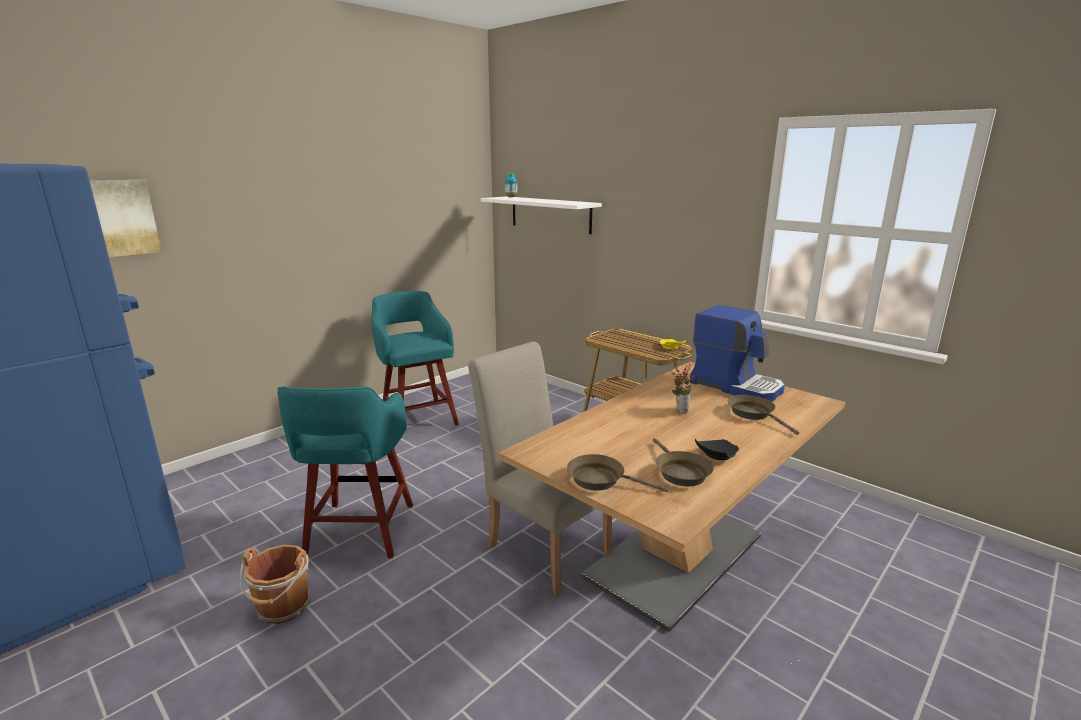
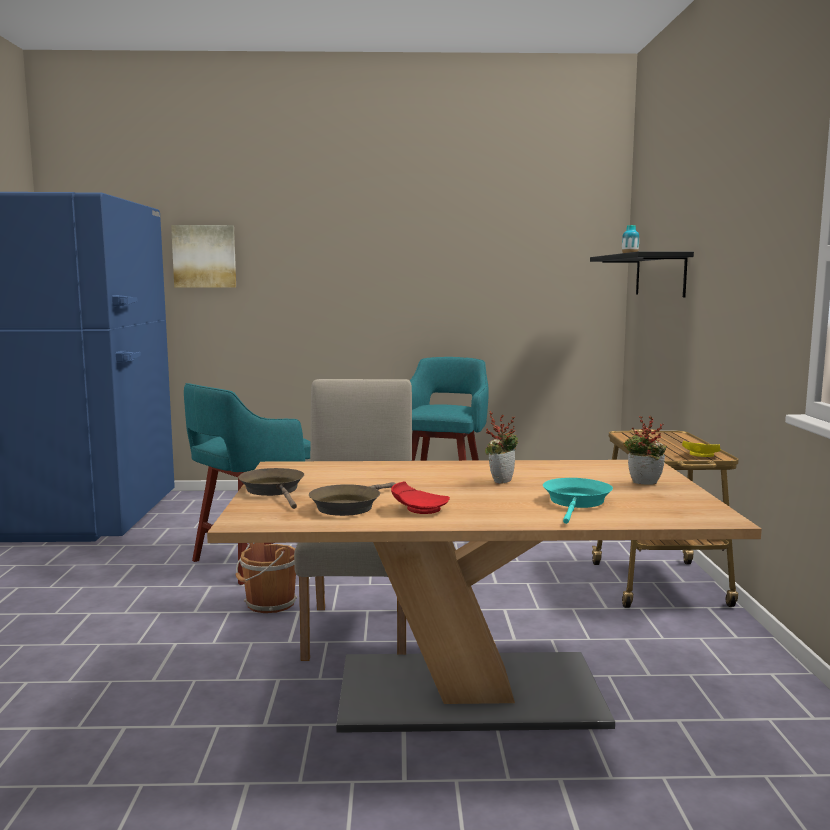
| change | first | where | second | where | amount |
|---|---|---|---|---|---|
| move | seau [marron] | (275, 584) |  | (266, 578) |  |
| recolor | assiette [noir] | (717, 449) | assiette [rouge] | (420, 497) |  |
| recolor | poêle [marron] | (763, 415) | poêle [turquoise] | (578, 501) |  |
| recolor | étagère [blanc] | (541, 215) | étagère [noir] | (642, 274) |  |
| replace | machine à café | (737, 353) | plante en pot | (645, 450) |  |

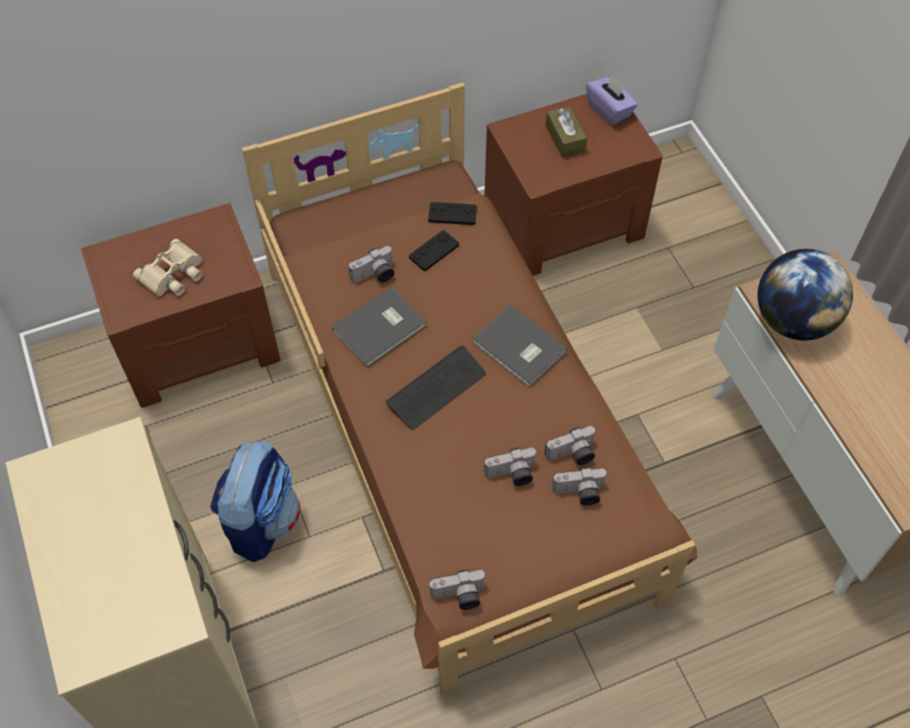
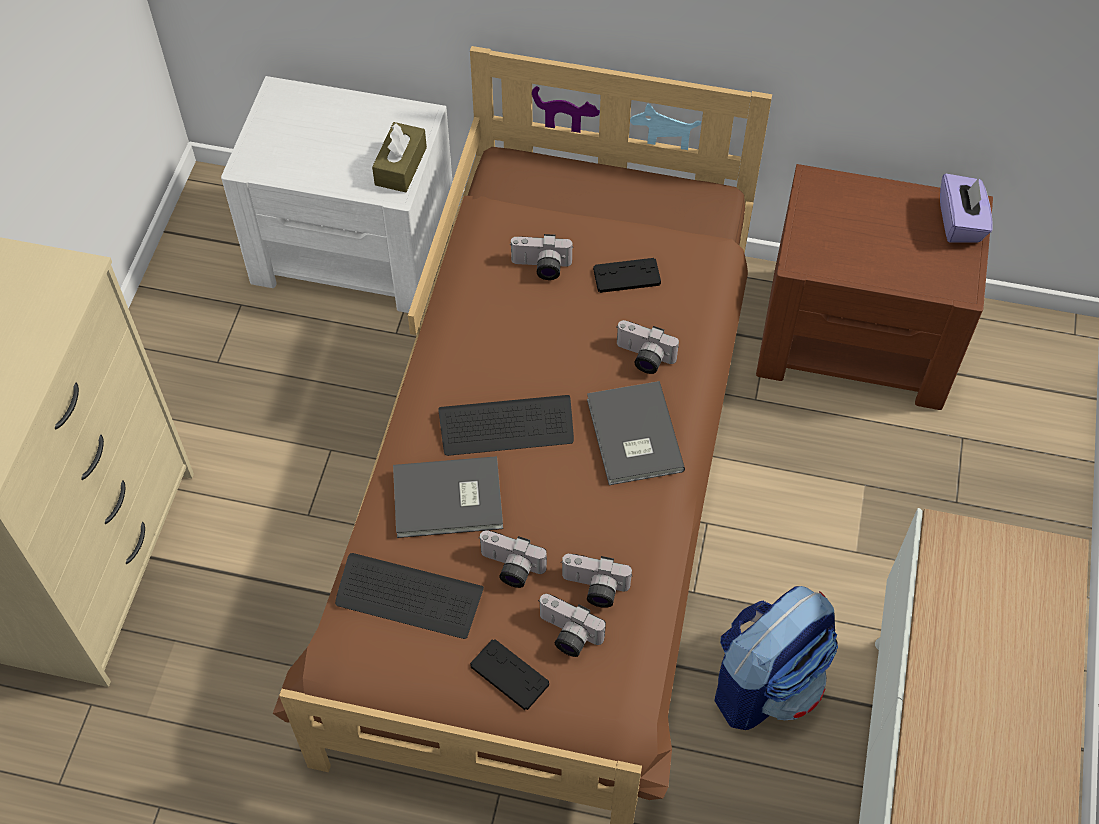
| change | first | where | second | where | amount |
|---|---|---|---|---|---|
| recolor | table de chevet [marron] | (181, 305) | table de chevet [blanc] | (336, 194) |  |
| insert |  |  | clavier | (409, 596) |  |
| move | boîte à mouchoirs [marron] | (566, 132) |  | (399, 157) |  |
| move | livre [gris] | (379, 327) |  | (448, 497) |  |
| move | manette [noir] | (452, 213) |  | (509, 674) |  |
| move | appareil photo | (457, 589) |  | (648, 347) |  |
| move | sac à dos | (255, 501) |  | (776, 658) |  |
| delete | jumelles [beige] | (168, 268) |  |  |  |
| delete | globe | (805, 294) |  |  |  |

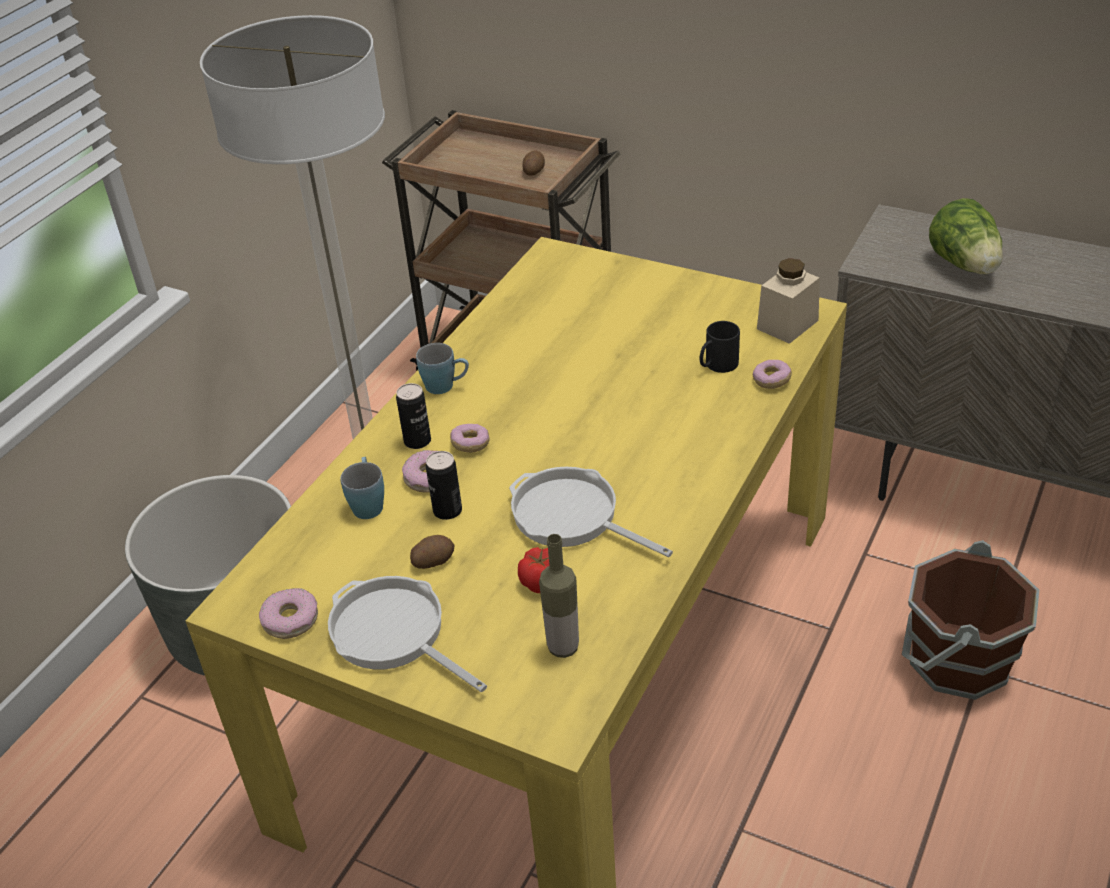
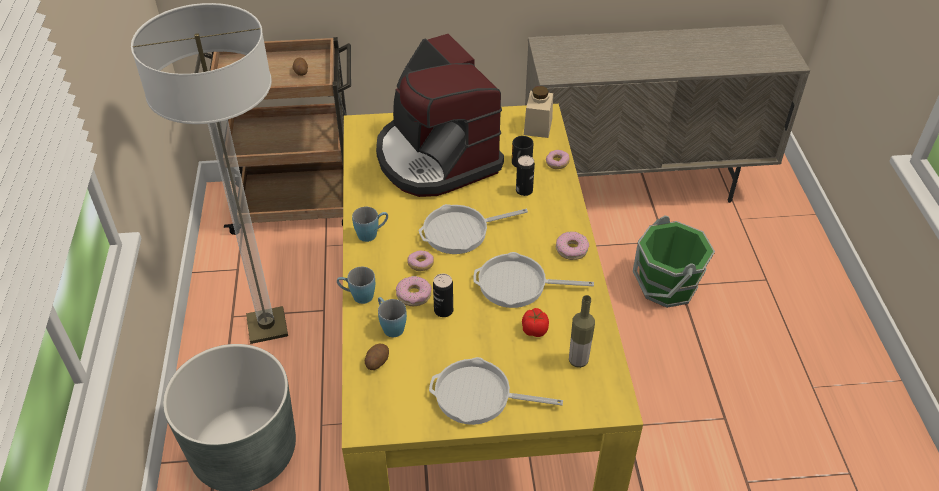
| change | first | where | second | where | amount |
|---|---|---|---|---|---|
| insert |  |  | mug [bleu] | (356, 285) |  |
| move | pomme de terre | (432, 552) |  | (377, 357) |  |
| insert |  |  | machine à café | (440, 115) |  |
| insert |  |  | poêle | (473, 229) |  |
| move | boîte métallique | (413, 416) |  | (525, 175) |  |
| move | beignet | (288, 613) |  | (572, 245) |  |
| recolor | seau [marron] | (970, 620) | seau [vert] | (674, 261) |  |
| delete | laitue | (966, 236) |  |  |  |

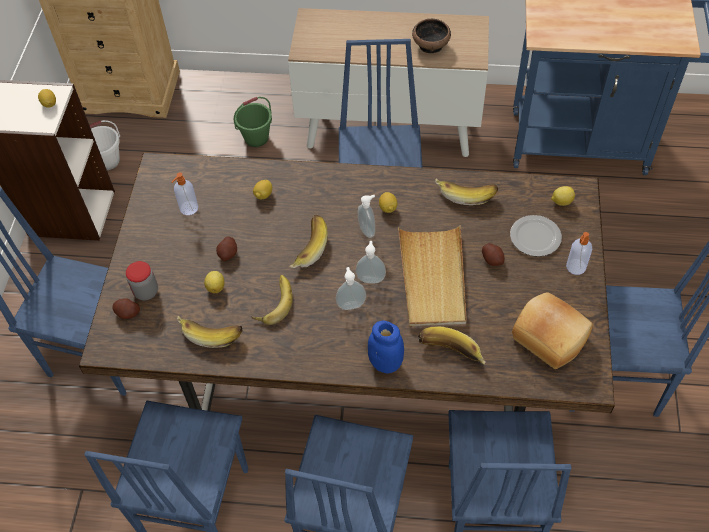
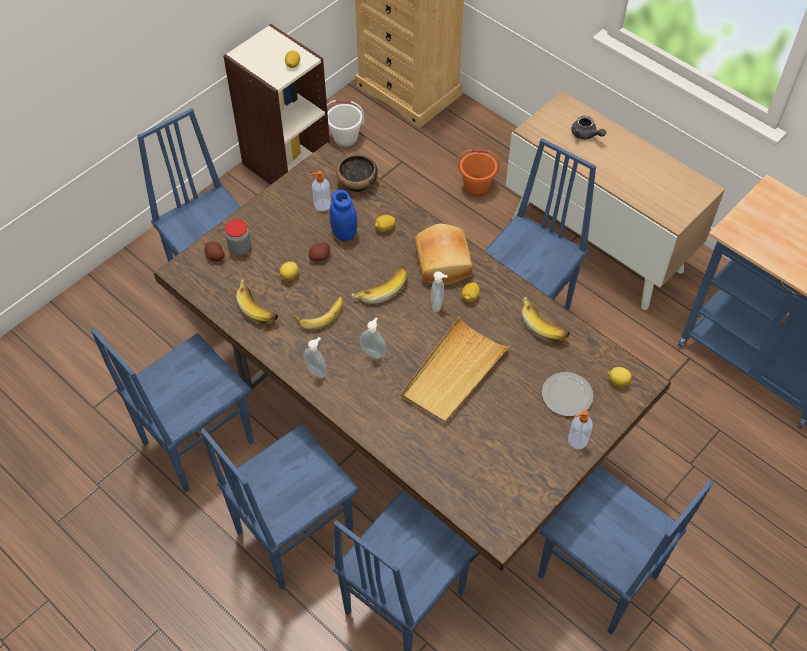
| change | first | where | second | where | amount |
|---|---|---|---|---|---|
| move | distributeur de savon | (371, 262) |  | (315, 357) |  |
| move | bocal [bleu] | (386, 347) |  | (343, 215) |  |
| move | bol | (431, 36) |  | (357, 173) |  |
| move | pain | (552, 330) |  | (443, 254) |  |
| recolor | seau [vert] | (253, 122) | seau [orange] | (479, 172) |  |
| insert |  |  | théière [gris] | (588, 128) |  |
| delete | banane | (452, 345) |  |  |  |
| delete | pomme de terre | (493, 254) |  |  |  |

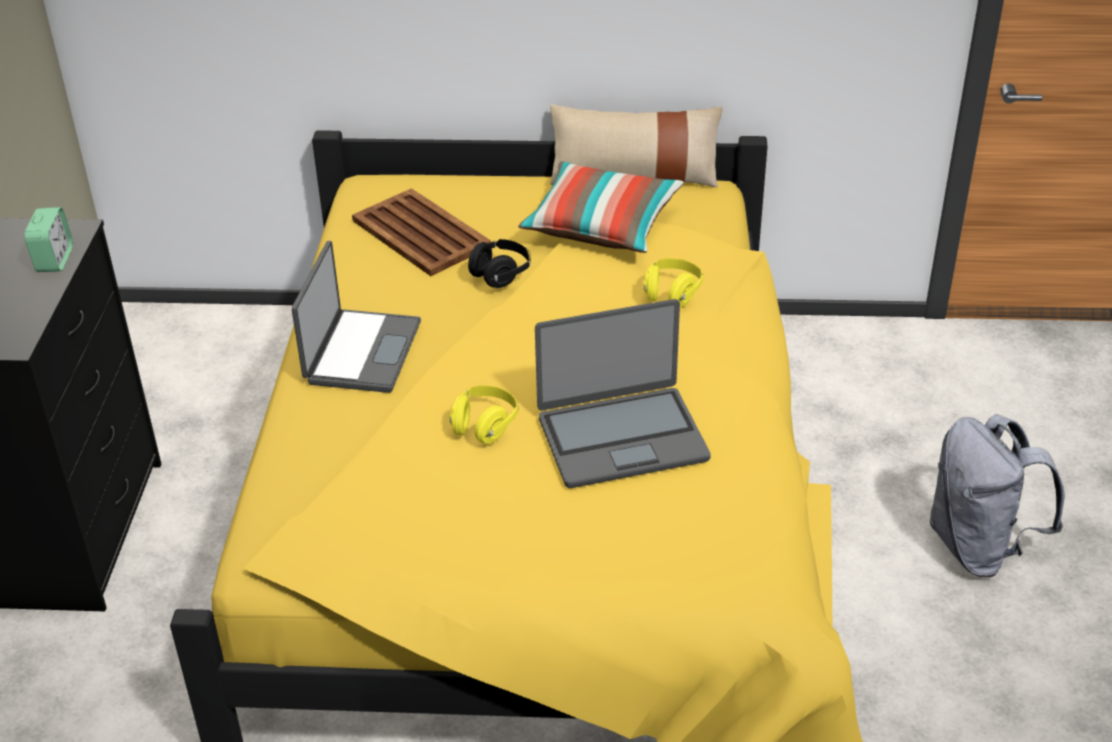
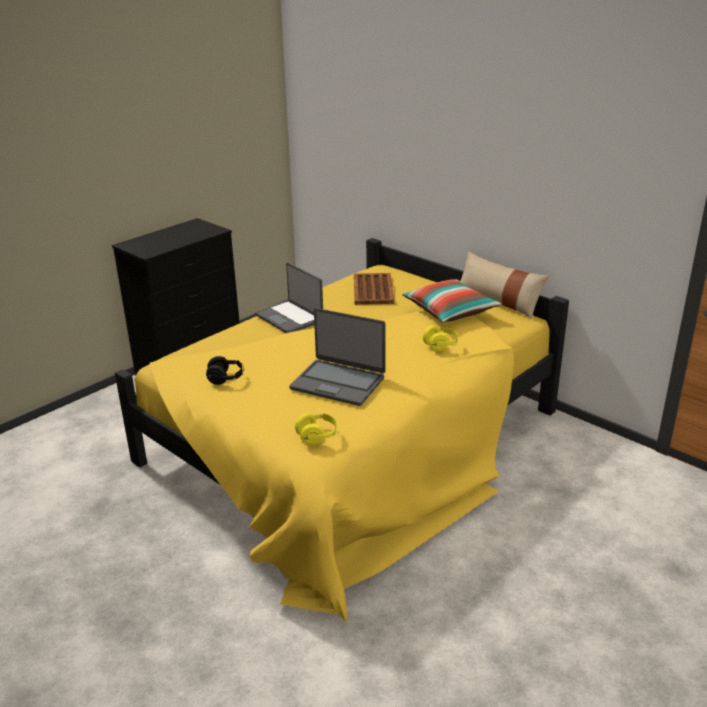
| change | first | where | second | where | amount |
|---|---|---|---|---|---|
| move | casque audio [noir] | (499, 263) |  | (225, 370) |  |
| rotate | ordinateur portable | (356, 317) |  | (289, 298) | 90 degrees clockwise |
| move | casque audio [jaune] | (484, 415) |  | (316, 429) |  |
| delete | réveil | (48, 239) |  |  |  |
| delete | sac à dos [gris] | (997, 495) |  |  |  |

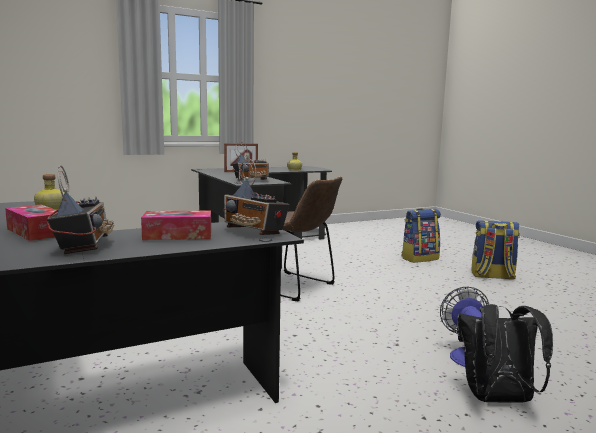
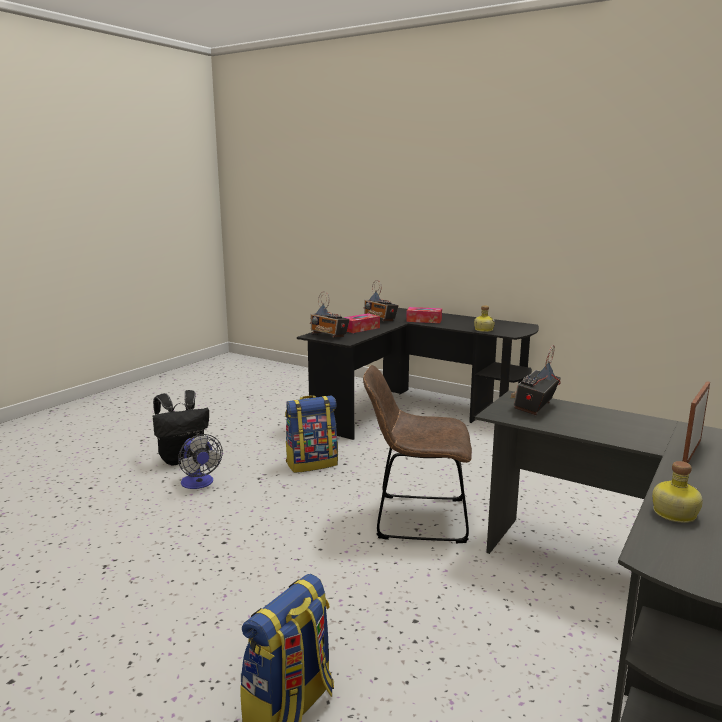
| change | first | where | second | where | amount |
|---|---|---|---|---|---|
| move | sac à dos | (495, 249) |  | (311, 434) |  |
| rotate | radio | (256, 197) |  | (330, 314) | 150 degrees counterclockwise |

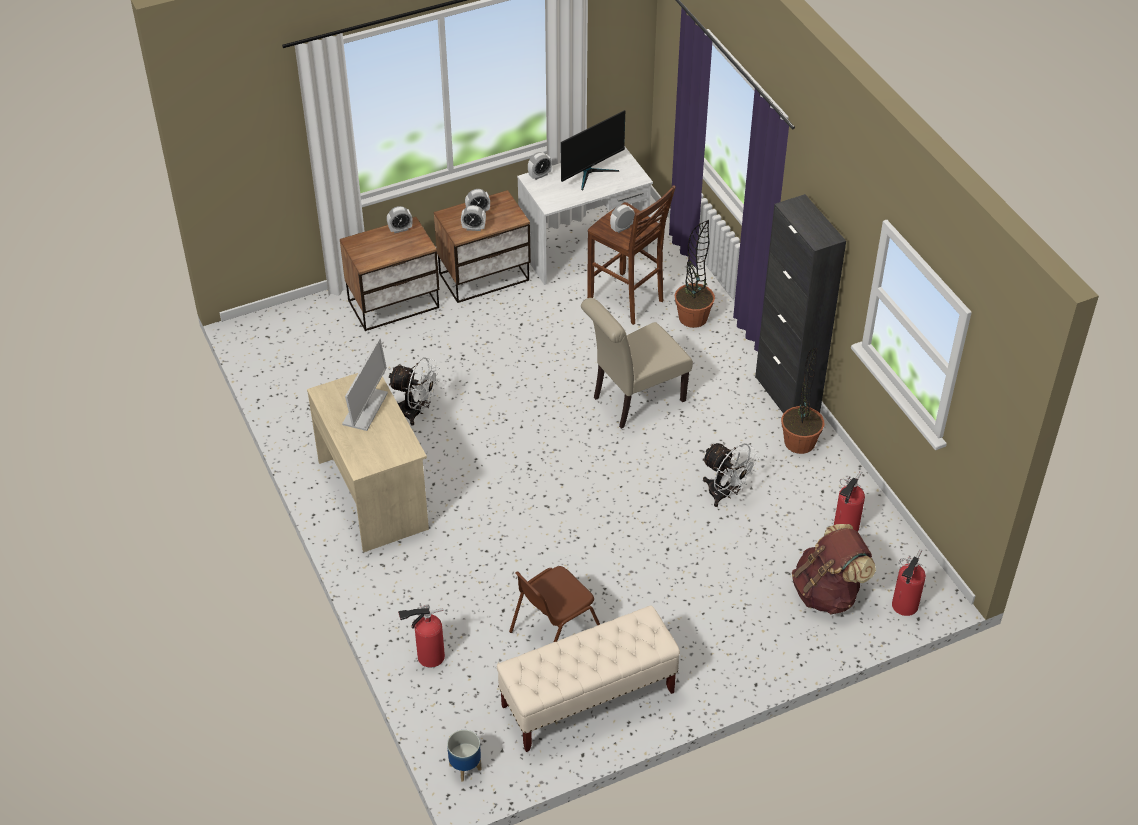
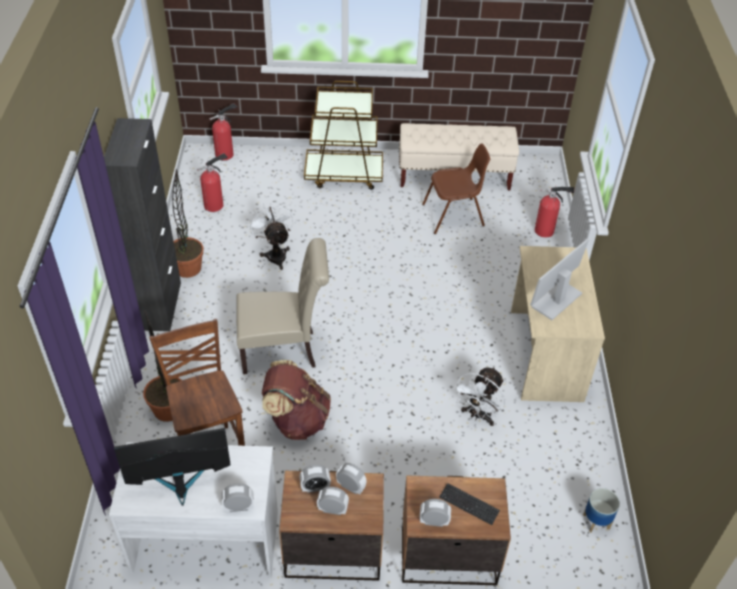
| change | first | where | second | where | amount |
|---|---|---|---|---|---|
| move | sac à dos [marron] | (834, 569) |  | (296, 400) |  |
| move | réveil | (622, 218) |  | (315, 479) |  |
| insert |  |  | chariot [marron] | (343, 135) |  |
| insert |  |  | clavier | (469, 504) |  |
| rotate | ventilateur [blanc] | (414, 391) |  | (478, 396) | 105 degrees counterclockwise |
| move | cache-pot | (464, 756) |  | (601, 510) |  |

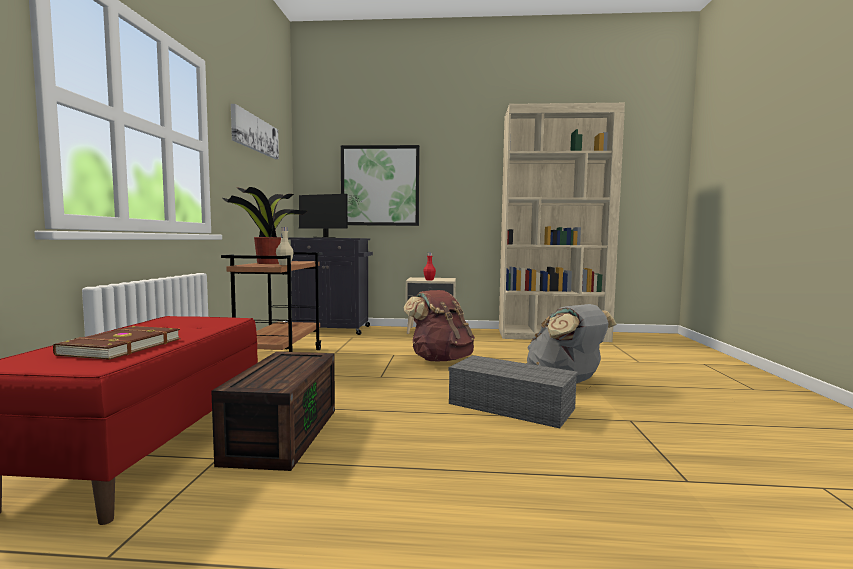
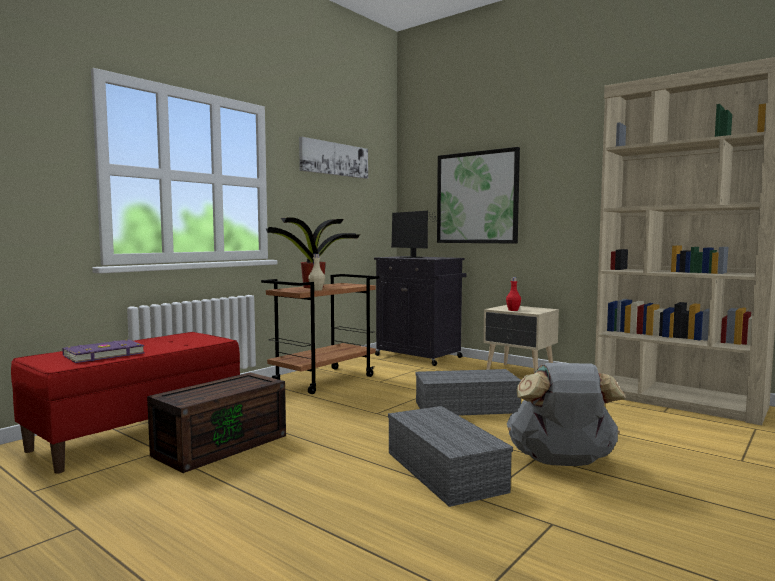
| change | first | where | second | where | amount |
|---|---|---|---|---|---|
| recolor | livre [marron] | (117, 343) | livre [violet] | (104, 351) |  |
| replace | sac à dos [marron] | (439, 326) | boîte de rangement [gris] | (468, 392) |  |

